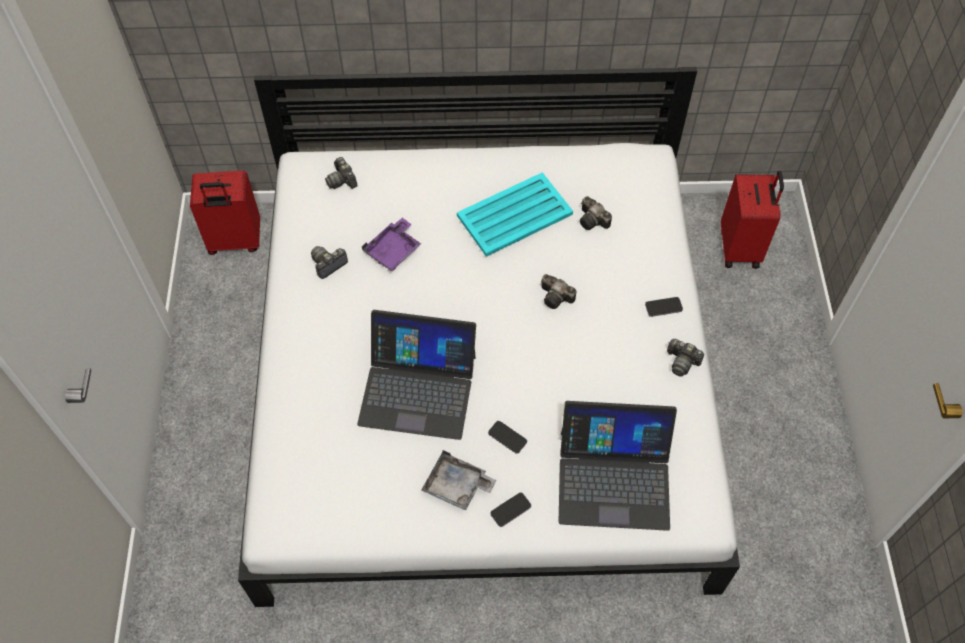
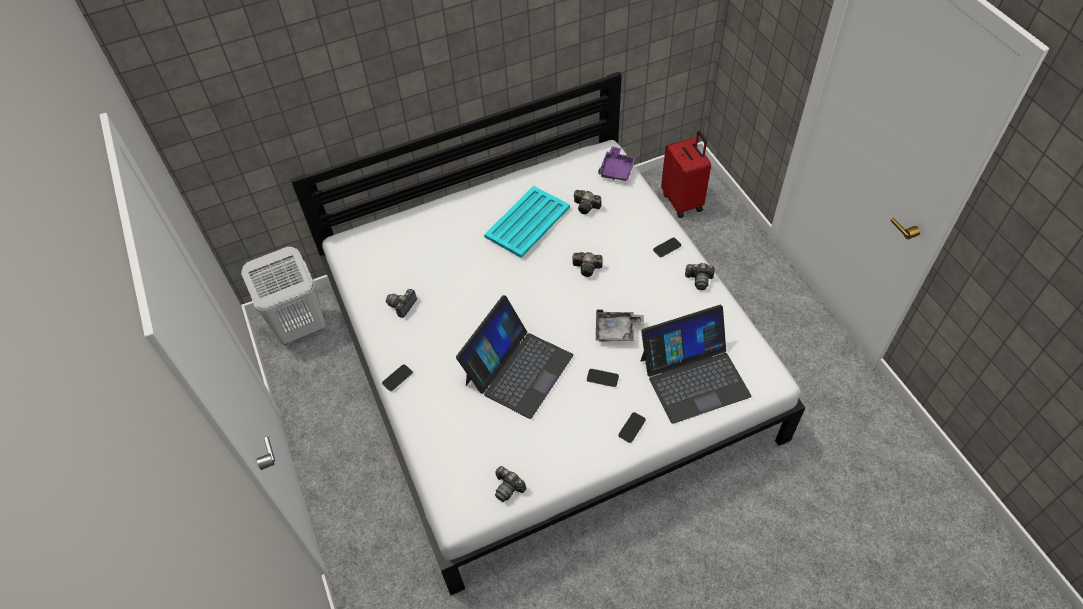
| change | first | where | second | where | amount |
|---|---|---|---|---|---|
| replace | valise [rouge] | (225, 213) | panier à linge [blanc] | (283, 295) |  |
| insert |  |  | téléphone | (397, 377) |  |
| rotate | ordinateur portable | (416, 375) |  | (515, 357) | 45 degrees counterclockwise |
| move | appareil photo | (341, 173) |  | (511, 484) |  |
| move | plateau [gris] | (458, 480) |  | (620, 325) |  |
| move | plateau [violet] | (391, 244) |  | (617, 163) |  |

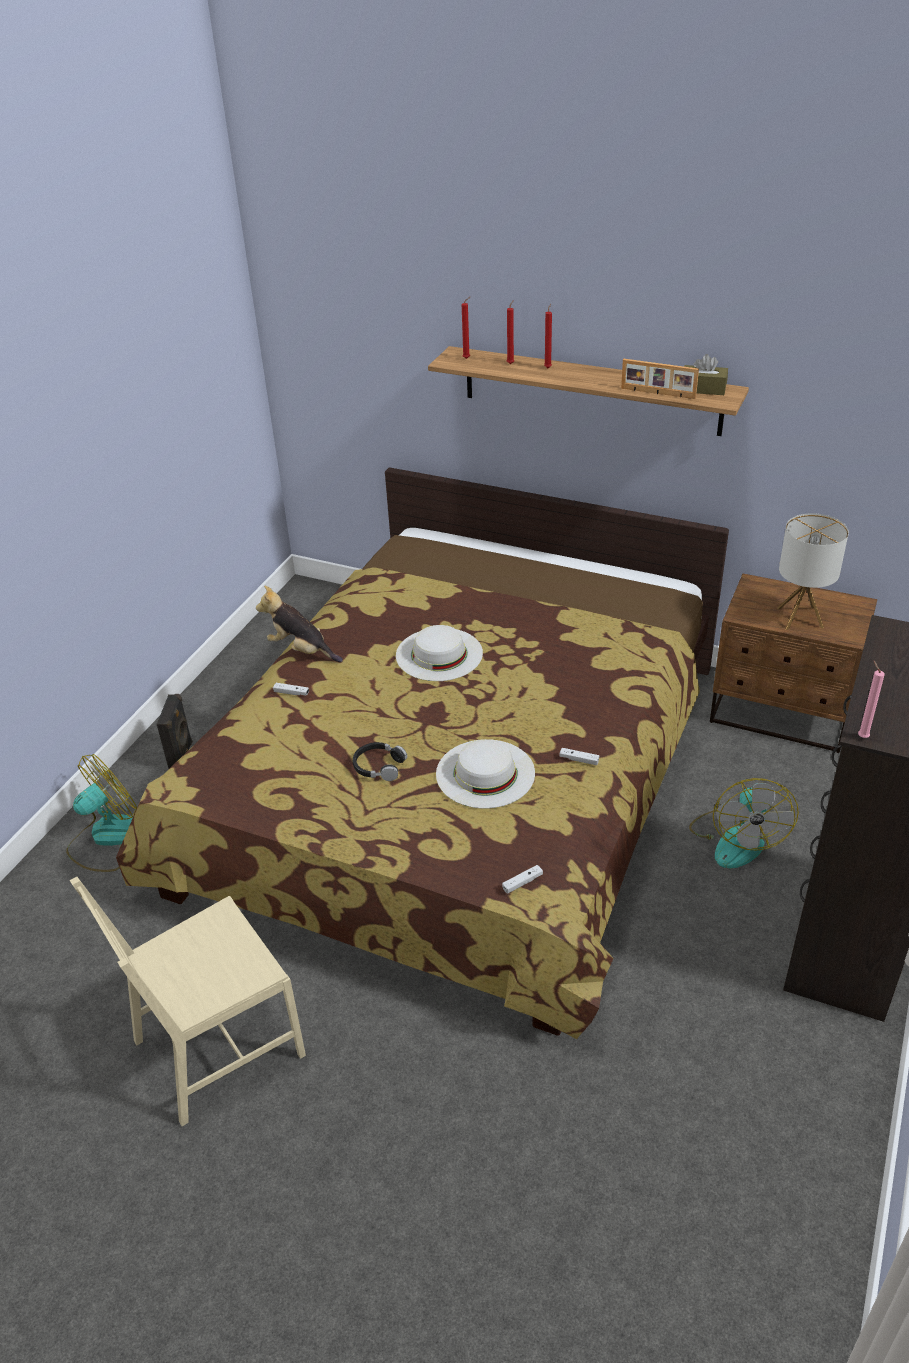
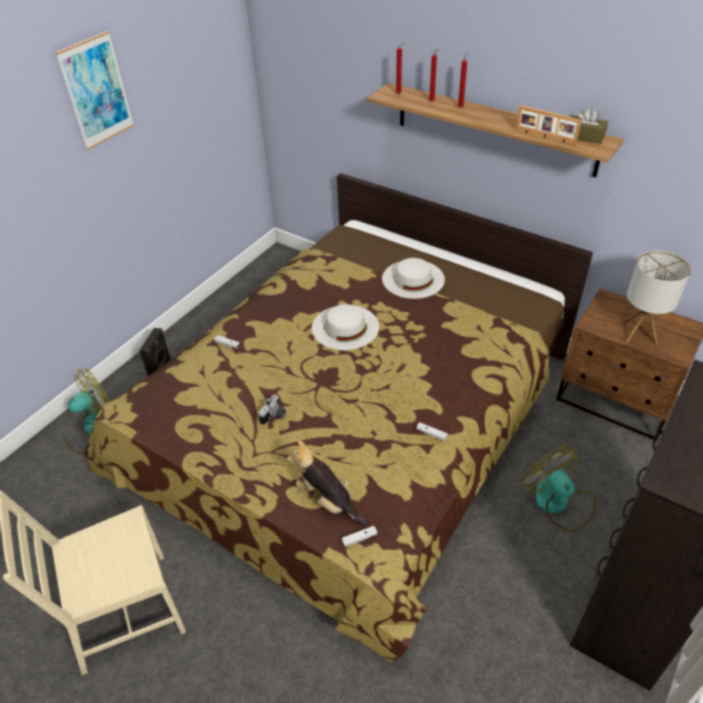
| change | first | where | second | where | amount |
|---|---|---|---|---|---|
| insert |  |  | tableau | (94, 90) |  |
| replace | casque audio [noir] | (380, 761) | appareil photo | (272, 409) |  |
| move | peluche | (299, 624) |  | (327, 482) |  |
| move | chapeau [blanc] | (485, 774) |  | (413, 278) |  |
| rotate | ventilateur | (744, 823) |  | (559, 488) | 135 degrees clockwise |
| delete | bougie [rose] | (871, 699) |  |  |  |

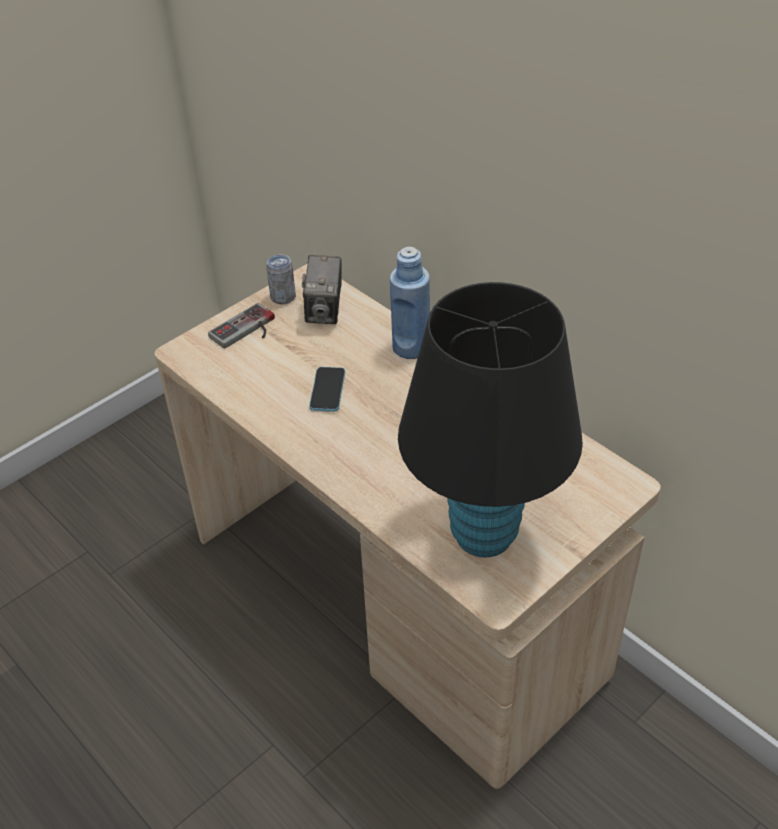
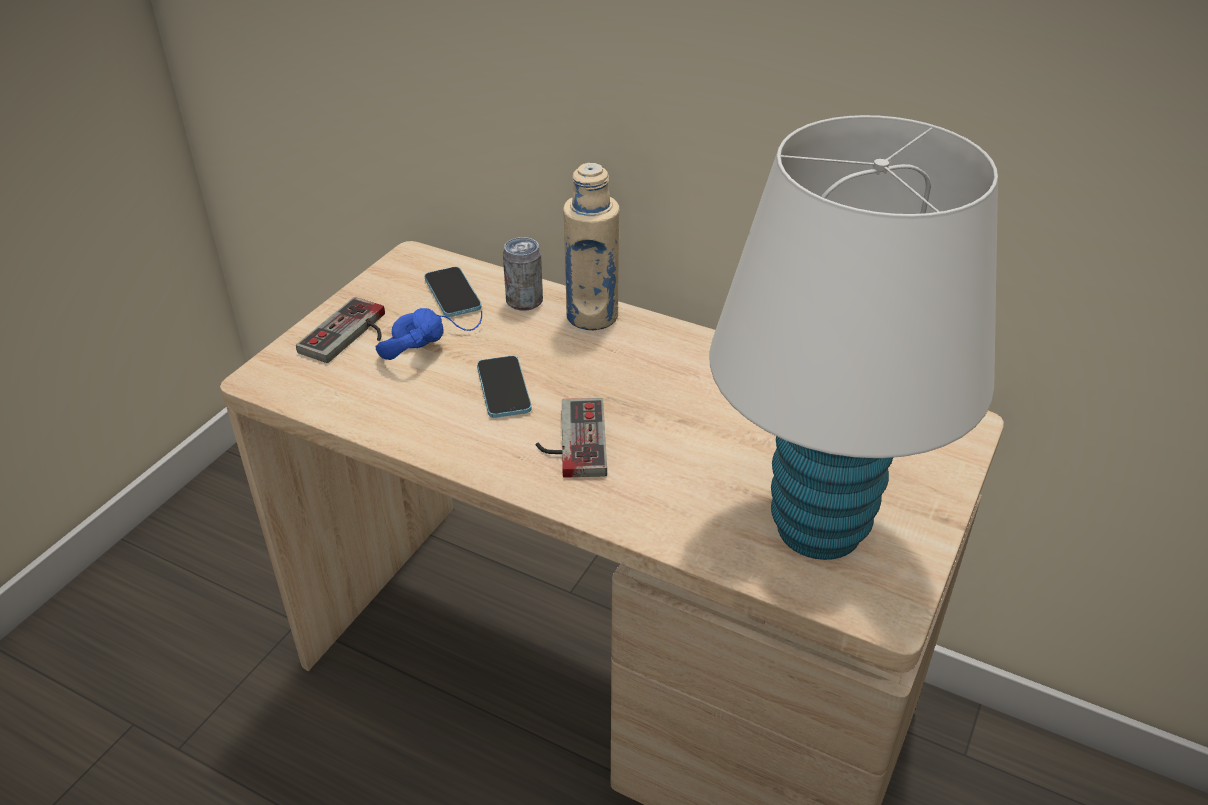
| change | first | where | second | where | amount |
|---|---|---|---|---|---|
| insert |  |  | casque audio [bleu] | (428, 334) |  |
| replace | appareil photo | (322, 289) | téléphone | (452, 292) |  |
| move | boîte métallique | (281, 279) |  | (523, 274) |  |
| insert |  |  | manette | (571, 438) |  |
| recolor | bouteille [bleu] | (410, 302) | bouteille [beige] | (591, 246) |  |
| recolor | lampe de table [noir] | (490, 419) | lampe de table [blanc] | (853, 337) |  |

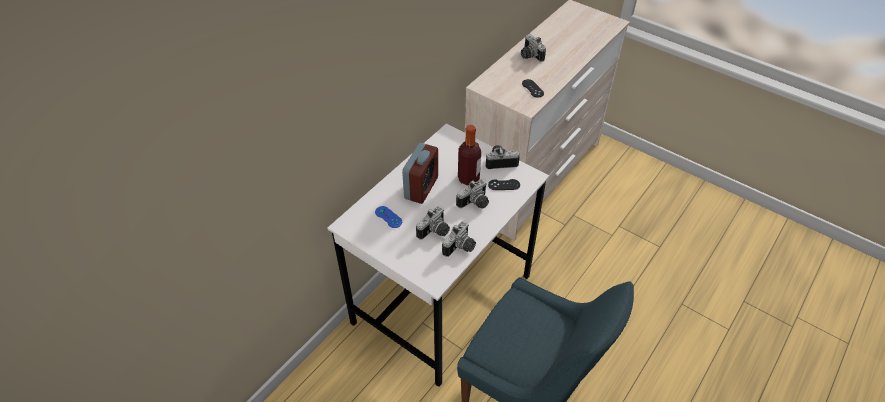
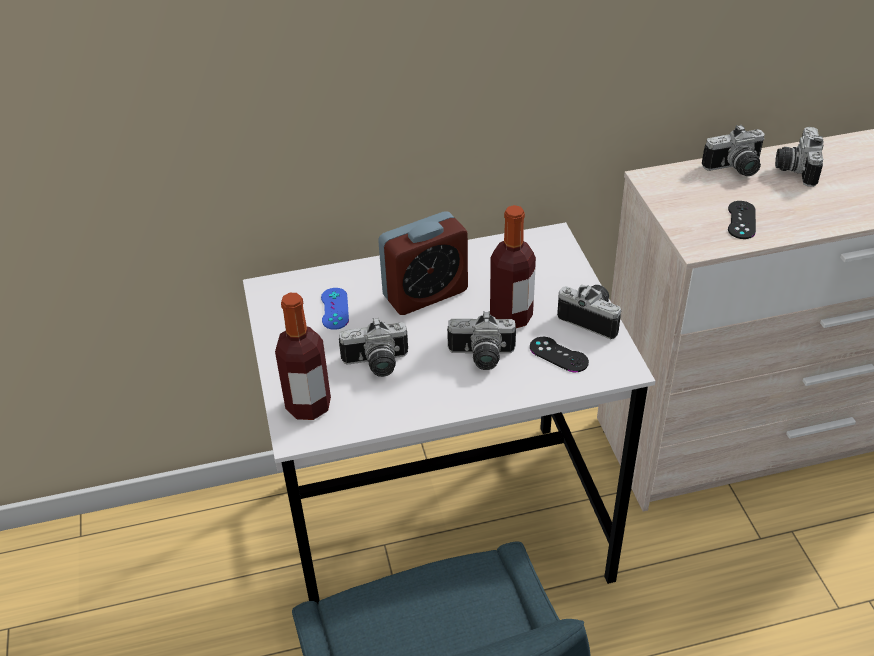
| change | first | where | second | where | amount |
|---|---|---|---|---|---|
| insert |  |  | bouteille | (303, 356) |  |
| move | appareil photo | (459, 239) |  | (733, 150) |  |

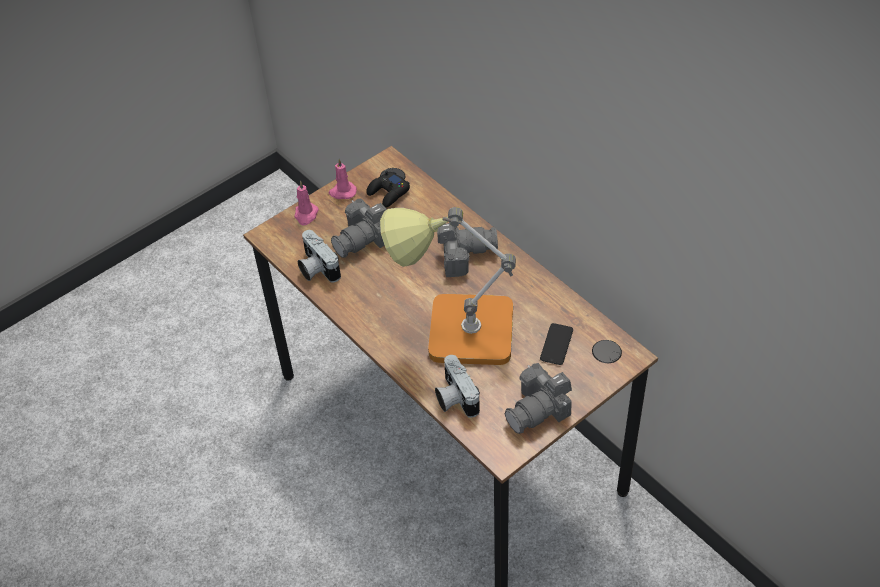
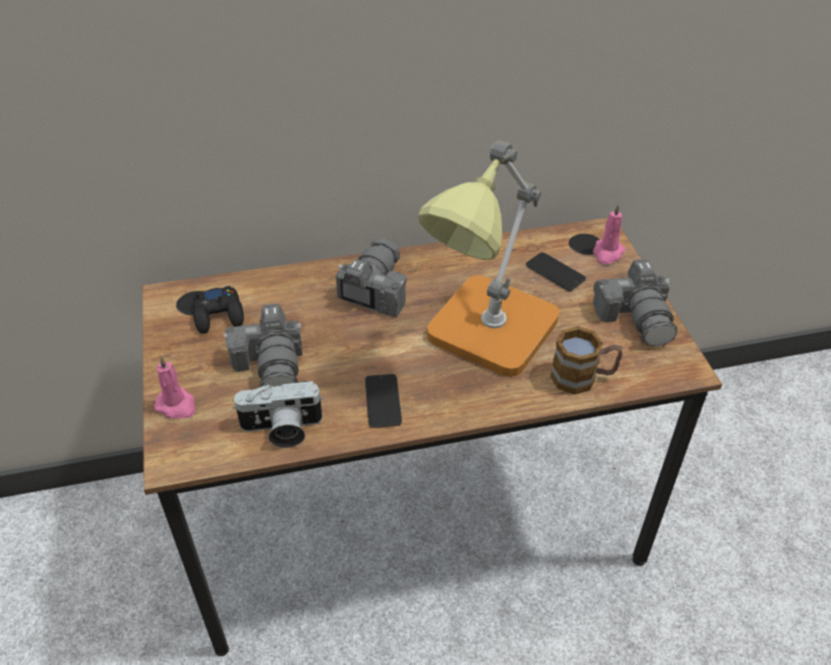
| change | first | where | second | where | amount |
|---|---|---|---|---|---|
| insert |  |  | téléphone | (383, 401) |  |
| replace | appareil photo | (457, 386) | mug | (586, 360) |  |
| move | bougie [rose] | (342, 179) |  | (609, 234) |  |

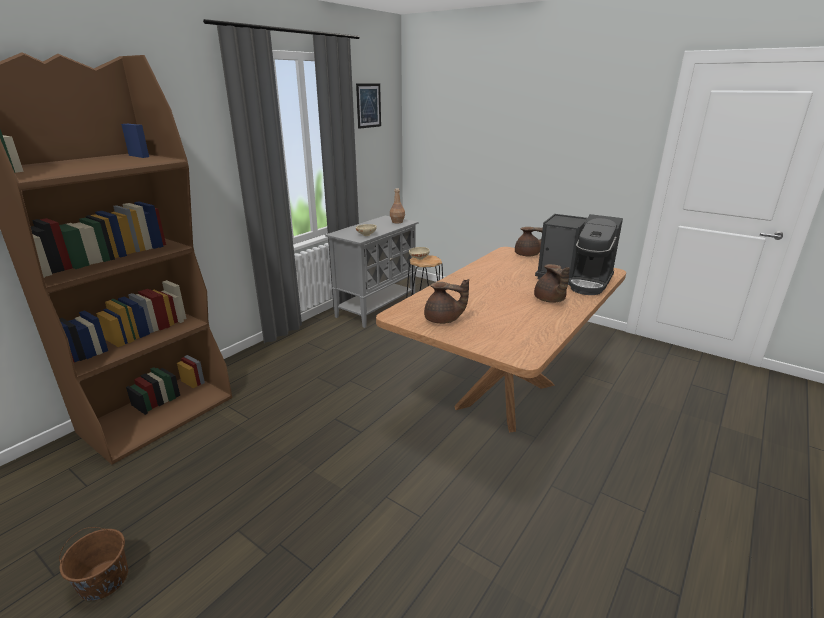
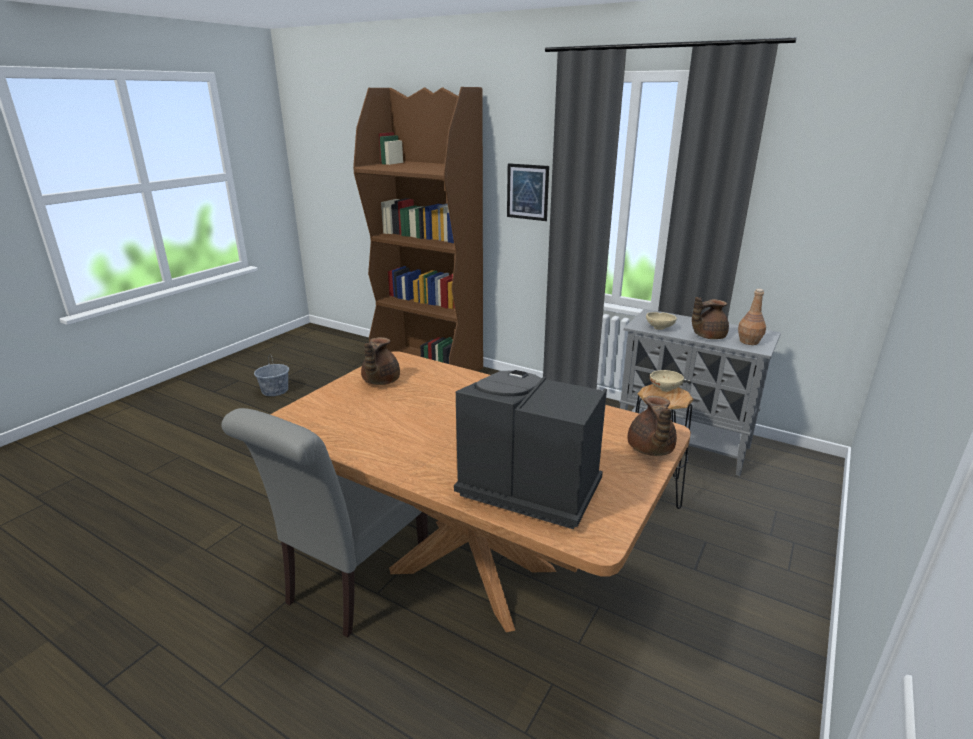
| change | first | where | second | where | amount |
|---|---|---|---|---|---|
| insert |  |  | chaise [gris] | (324, 523) |  |
| recolor | seau [marron] | (93, 564) | seau [gris] | (271, 375) |  |
| rotate | machine à café | (579, 254) |  | (530, 449) | 90 degrees clockwise |
| move | tableau | (368, 106) |  | (528, 192) |  |
| move | théière [marron] | (552, 283) |  | (710, 318) |  |

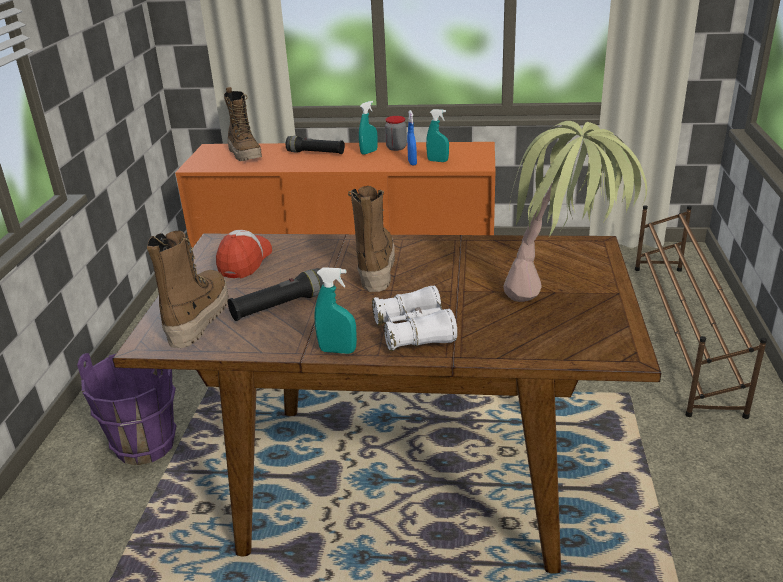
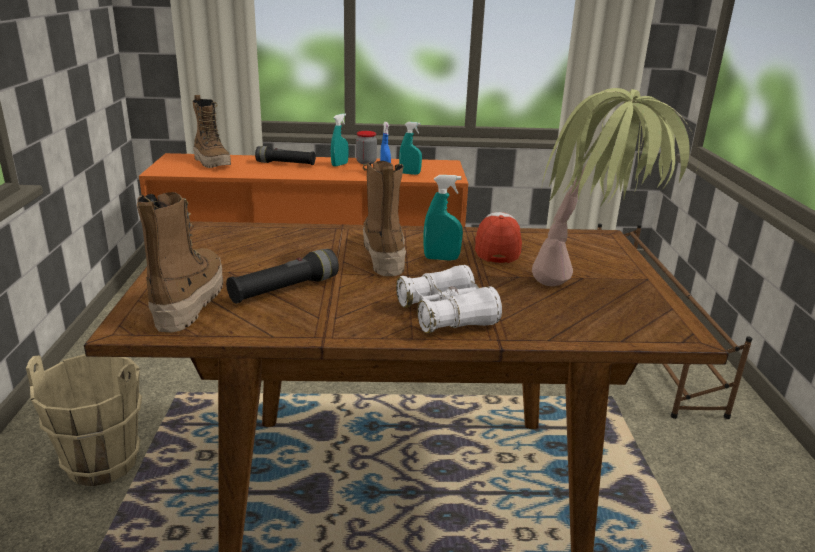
| change | first | where | second | where | amount |
|---|---|---|---|---|---|
| recolor | seau [violet] | (127, 409) | seau [beige] | (84, 420) |  |
| move | vaporisateur [turquoise] | (335, 310) |  | (443, 218) |  |
| move | casquette | (244, 254) |  | (498, 237) |  |

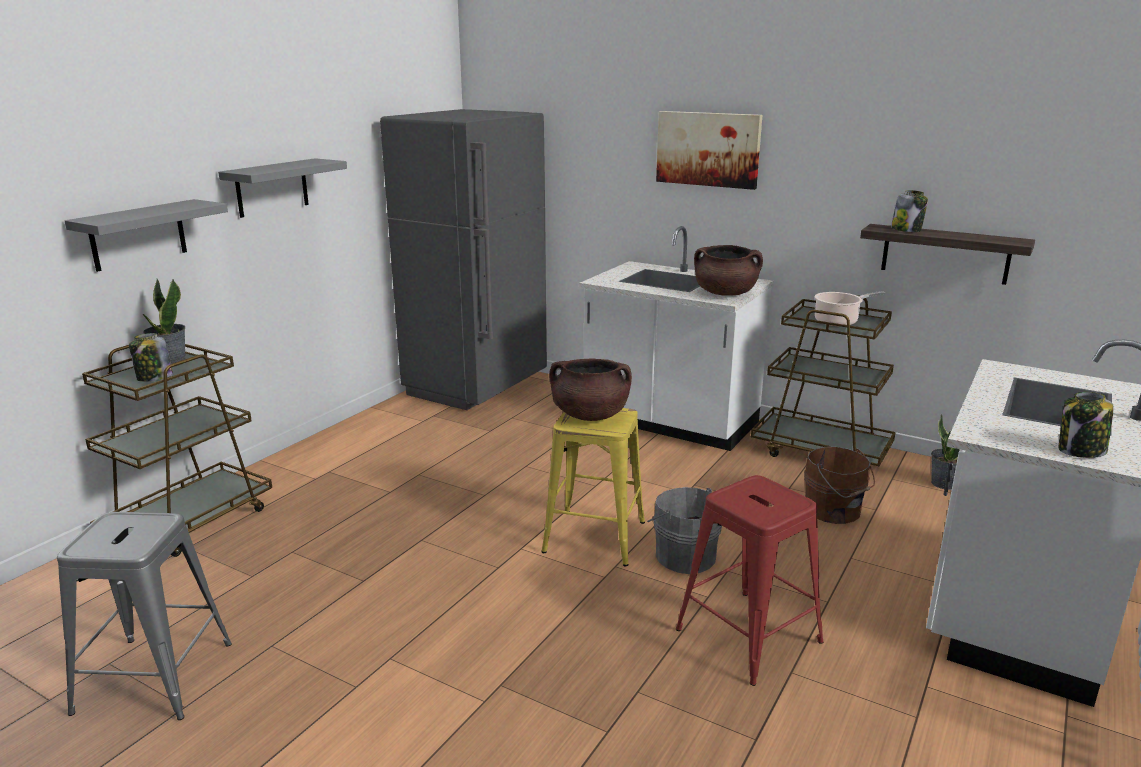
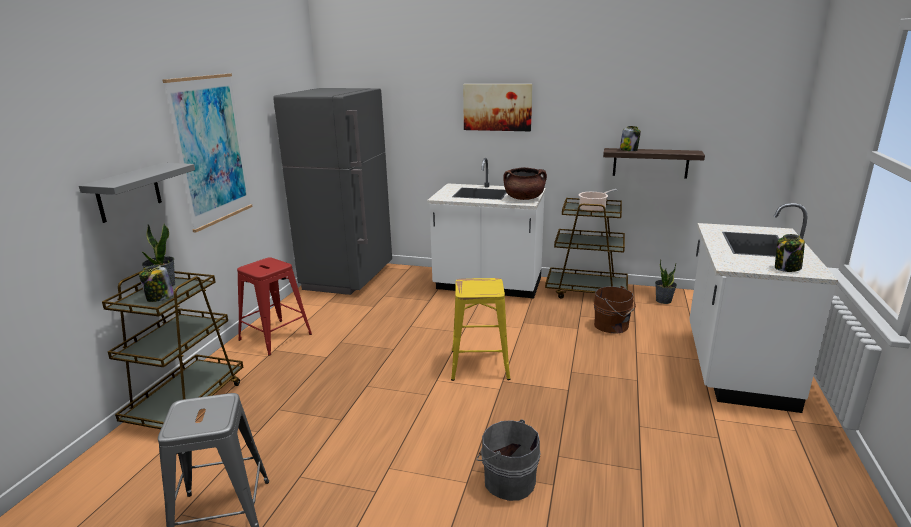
| change | first | where | second | where | amount |
|---|---|---|---|---|---|
| replace | étagère [gris] | (282, 188) | tableau | (207, 152) |  |
| move | tabouret [rouge] | (750, 580) |  | (274, 306) |  |
| move | seau [gris] | (684, 530) |  | (508, 460) |  |
| delete | marmite [marron] | (590, 390) |  |  |  |

